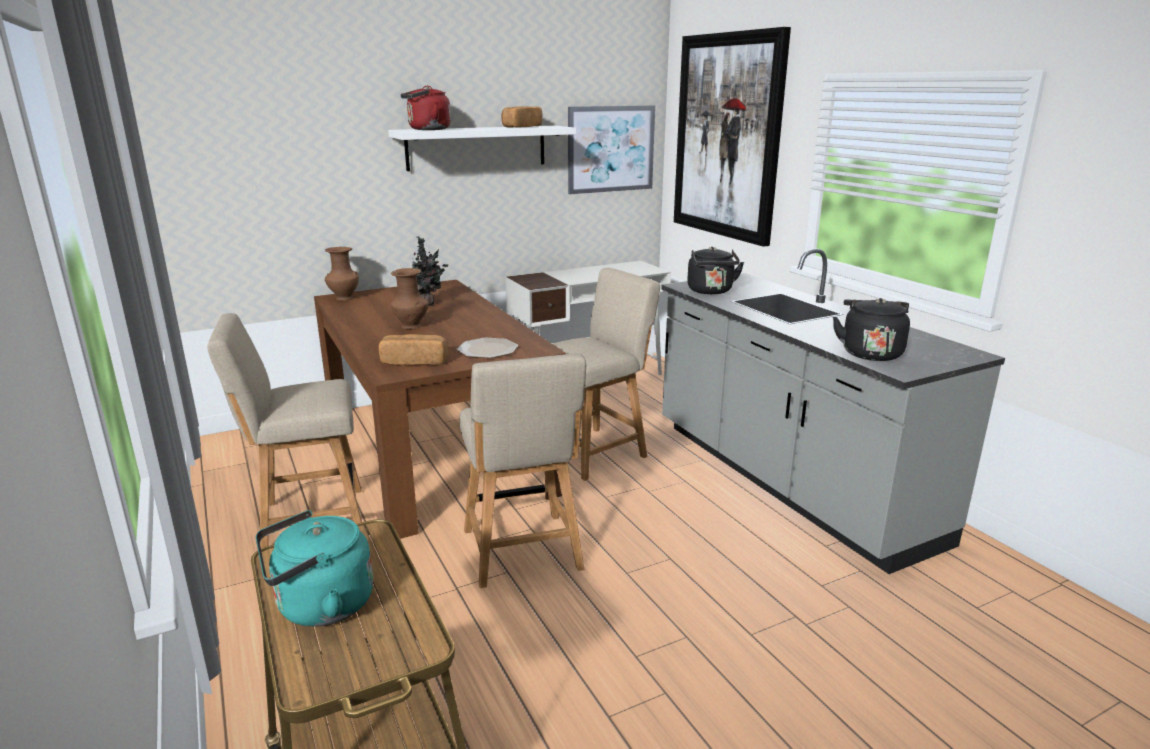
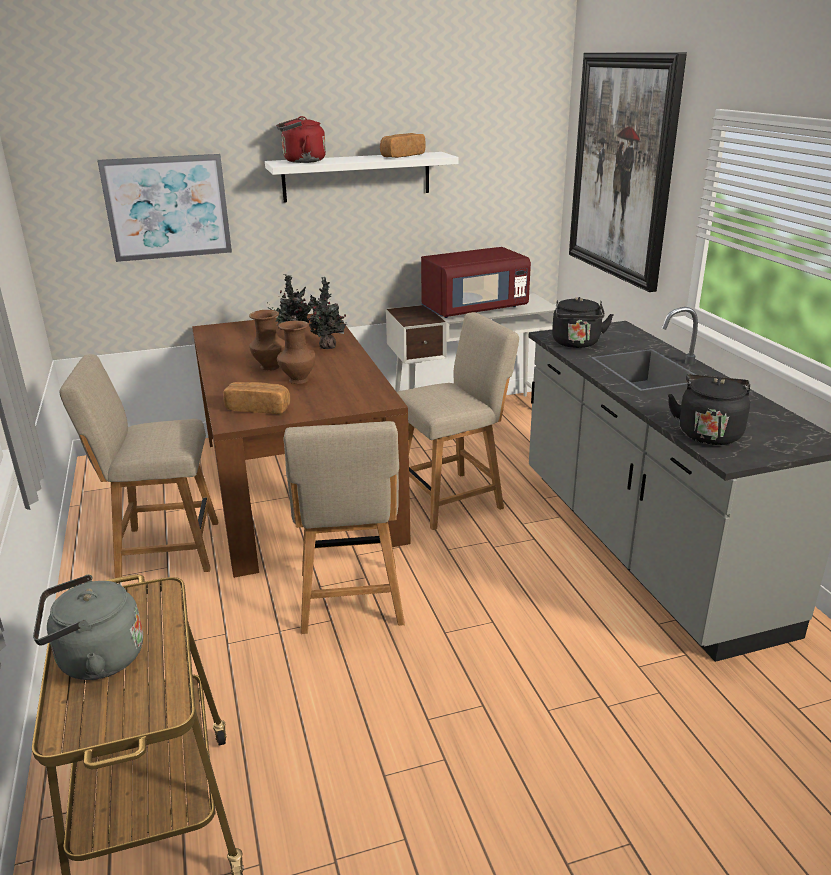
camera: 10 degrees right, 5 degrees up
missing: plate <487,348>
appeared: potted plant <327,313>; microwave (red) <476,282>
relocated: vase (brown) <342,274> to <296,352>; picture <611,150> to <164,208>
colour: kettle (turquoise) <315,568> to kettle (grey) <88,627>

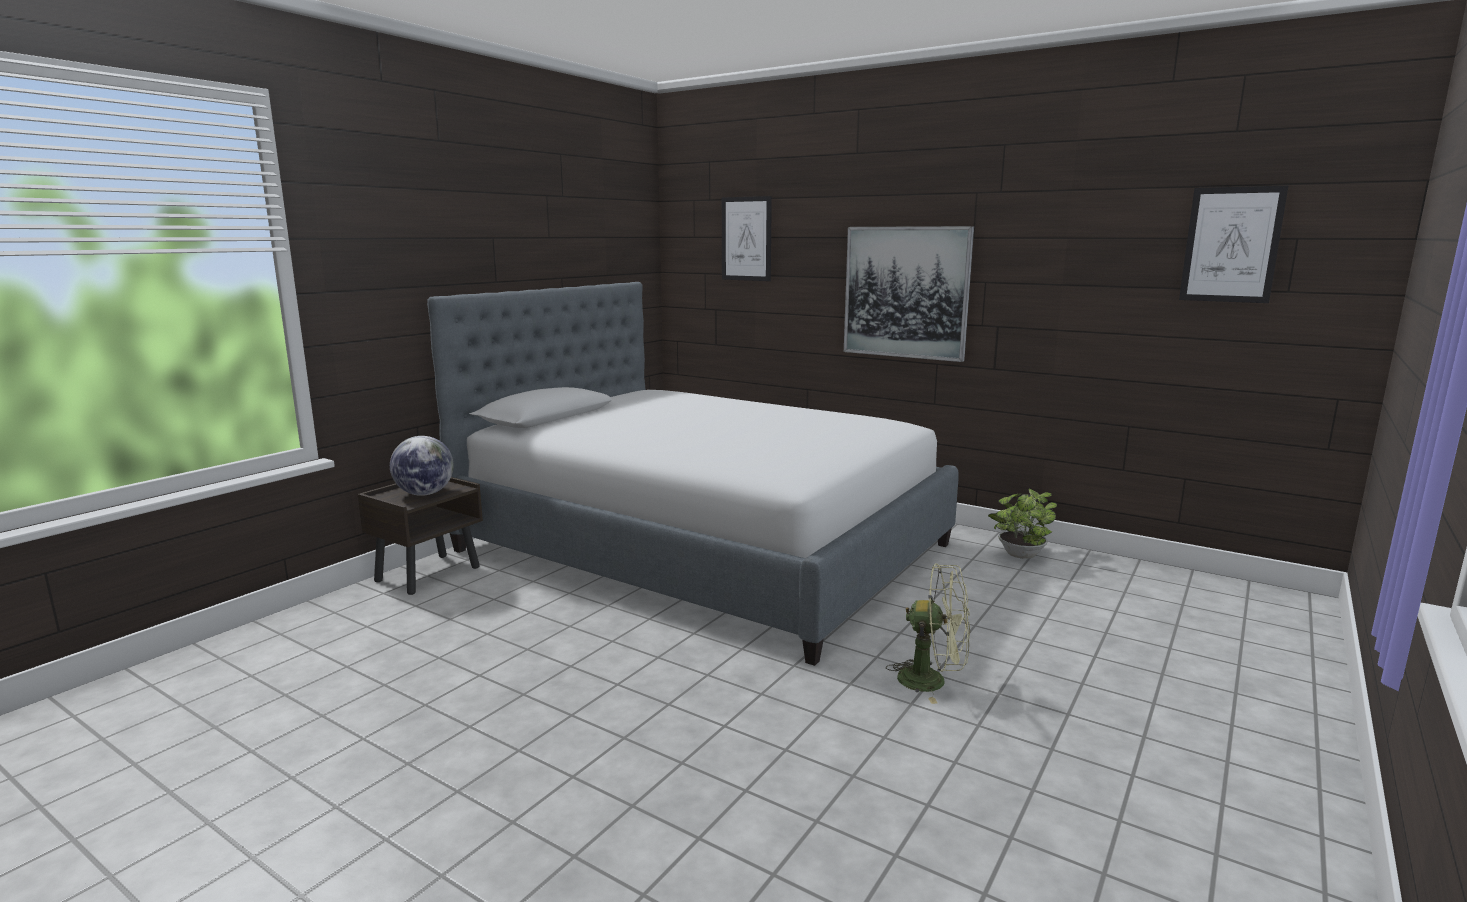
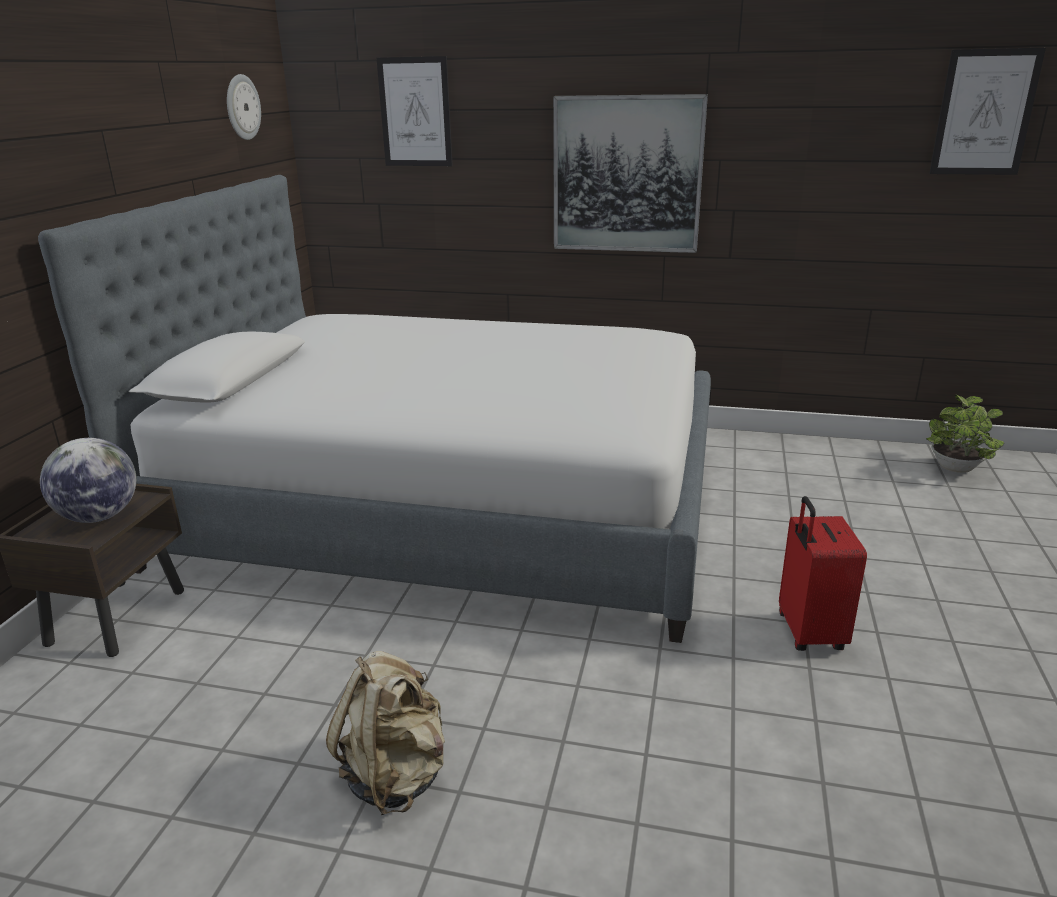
camera: 20 degrees left, 10 degrees up
appeared: wall clock <244,107>; backpack (beige) <385,733>
relocated: potted plant <1022,524> to <965,433>
exchanged: fan (green) <928,633> to suitcase (red) <823,573>

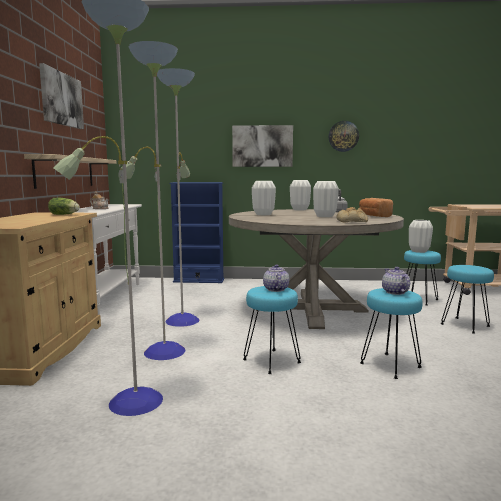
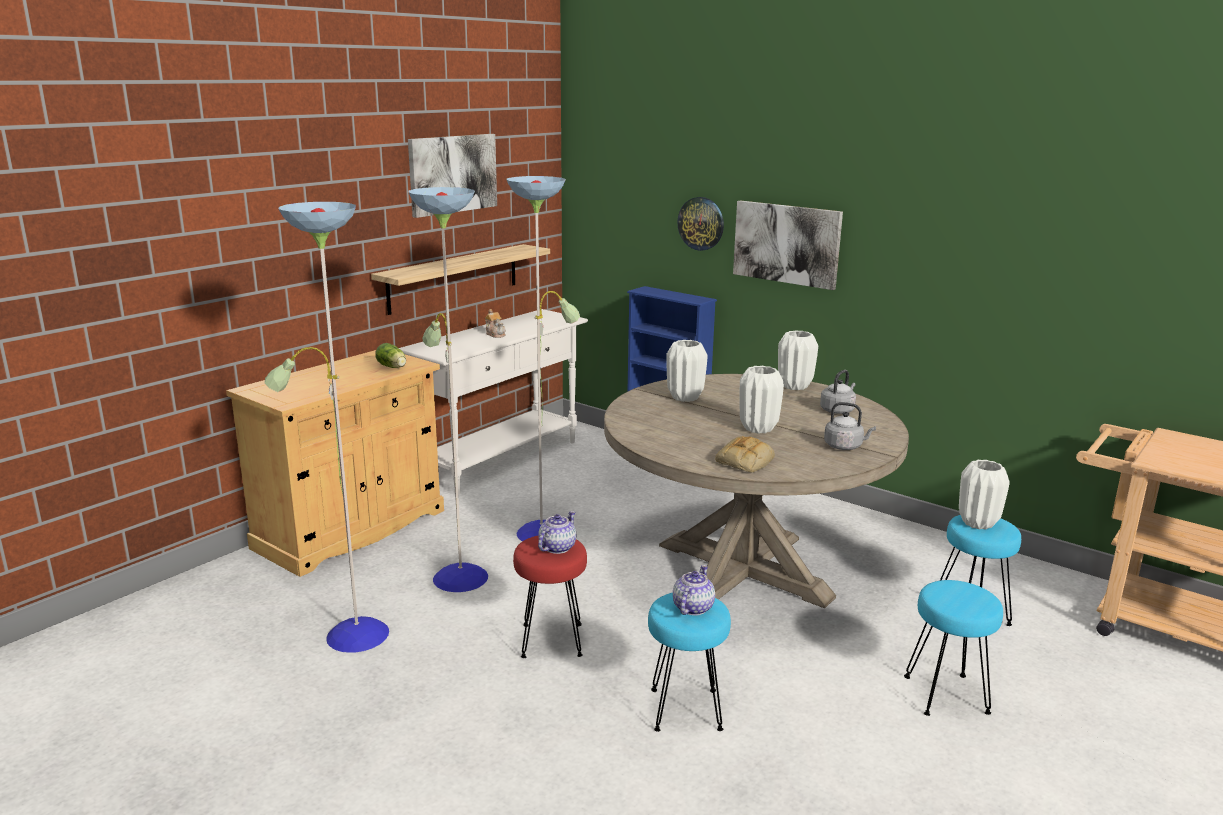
camera: 35 degrees right, 10 degrees up
relocated: wall clock <344,136> to <700,224>
exchanged: bread <376,207> to kettle (grey) <850,426>
colour: stool (turquoise) <272,330> to stool (red) <550,597>

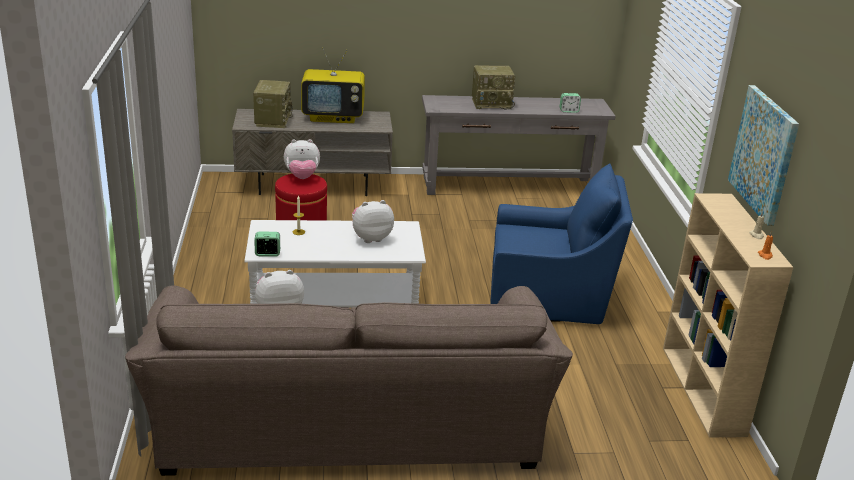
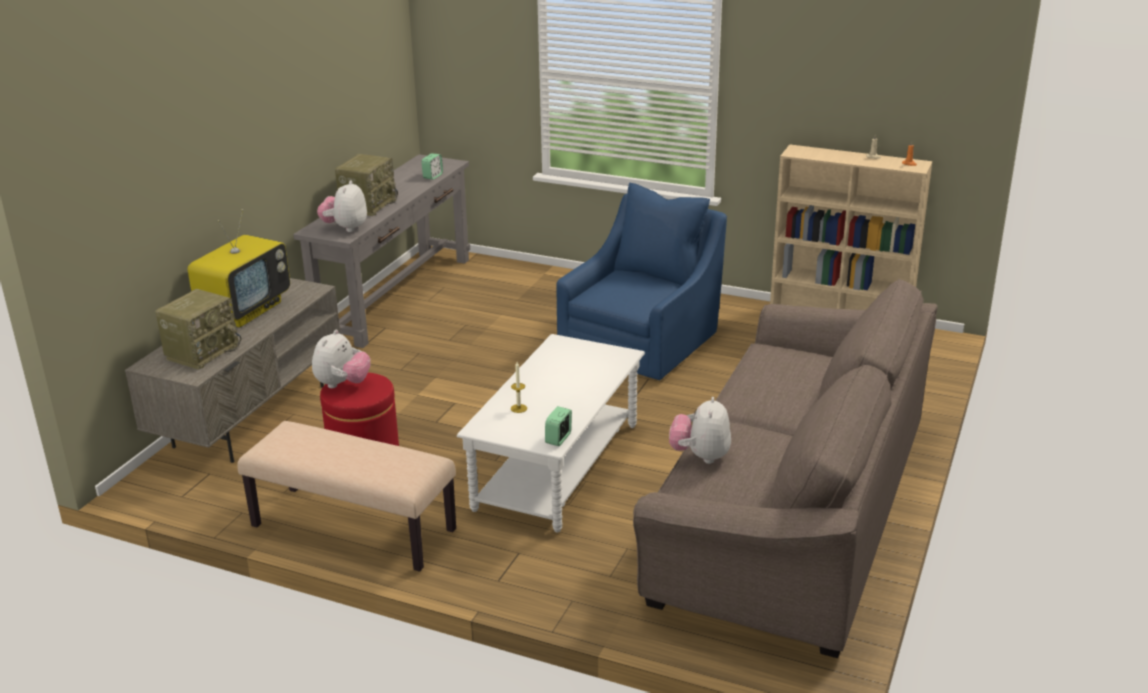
camera: 60 degrees left, 0 degrees up
missing: picture <763,155>
appeared: bench (beige) <346,496>
relocated: plush toy <373,221> to <342,206>
spun: radio <273,104> = <198,329> 90 degrees clockwise

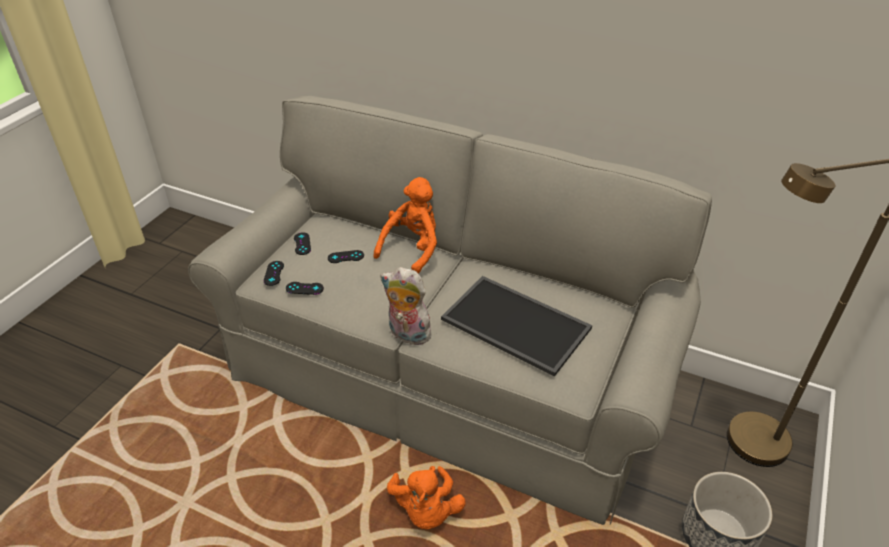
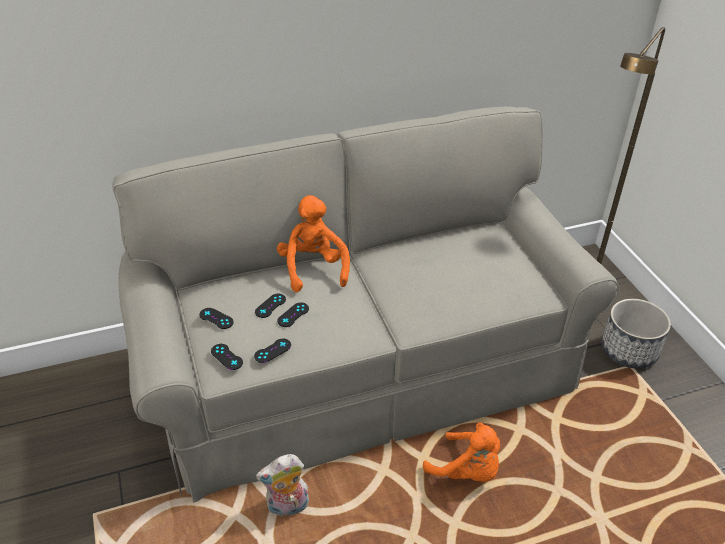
camera: 45 degrees left, 0 degrees up
missing: tray <516,326>
appeared: game controller (black) <293,315>
relocated: plush toy <405,306> to <282,485>

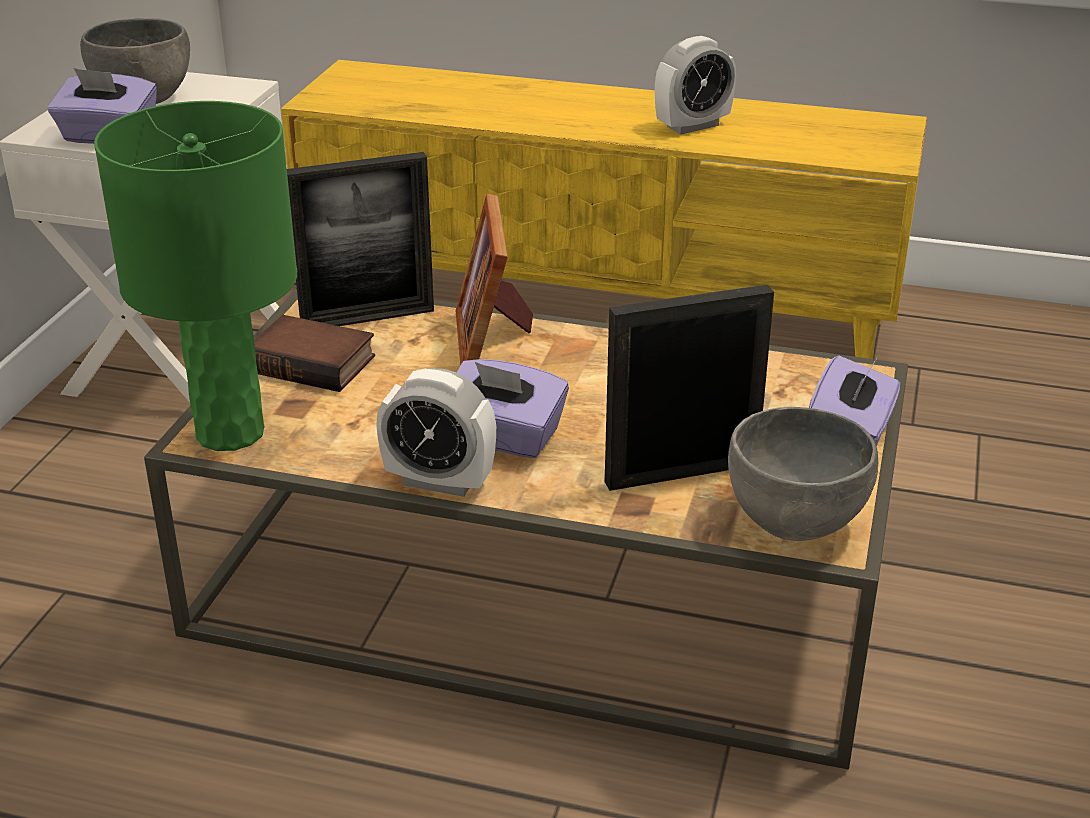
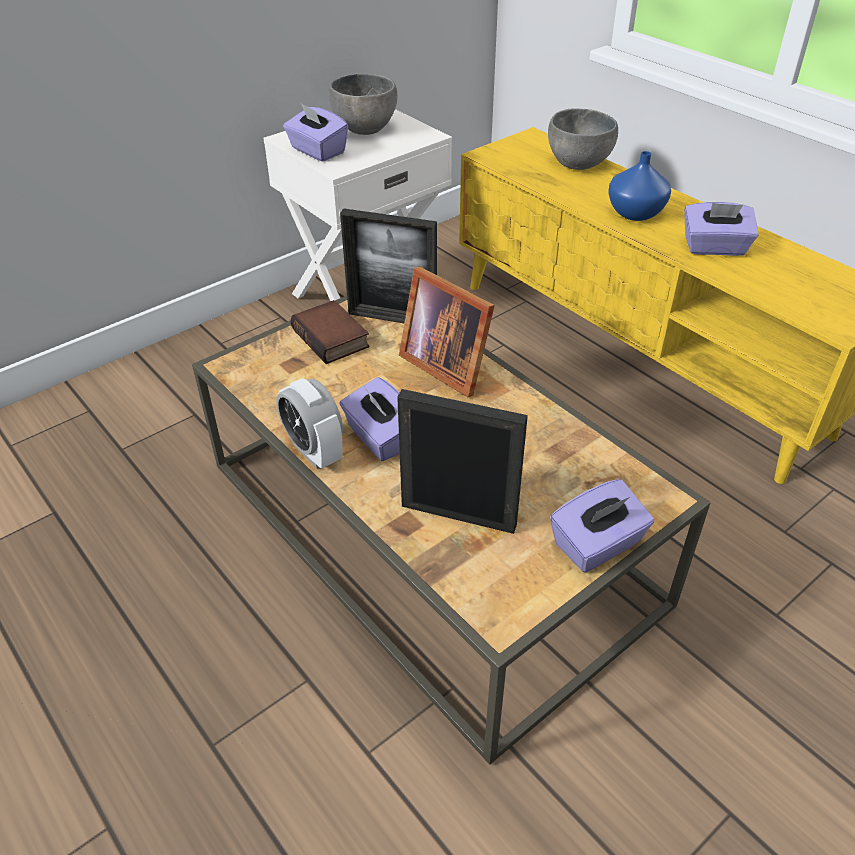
camera: 35 degrees right, 10 degrees up
missing: table lamp (green) <195,276>
appeared: vase (blue) <639,186>
relocated: bowl (grey) <803,474> to <583,139>
exchanged: alarm clock <695,85> to tissue box (purple) <721,229>
spun: picture frame <494,280> = <447,332> 75 degrees counterclockwise

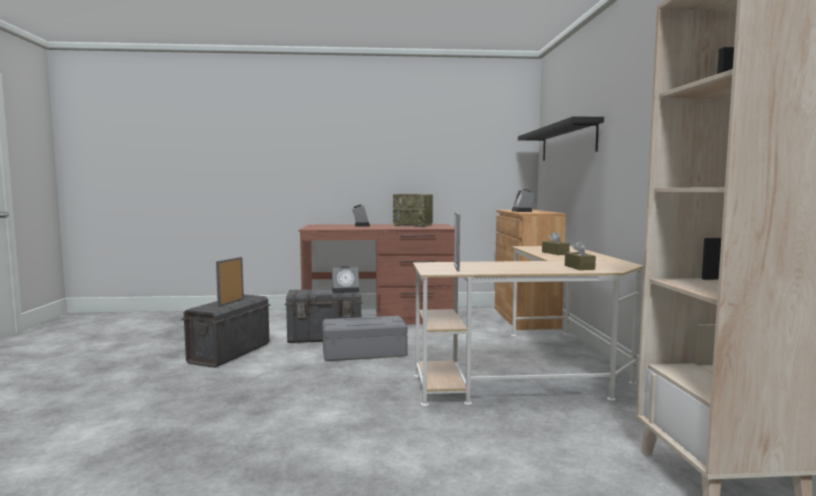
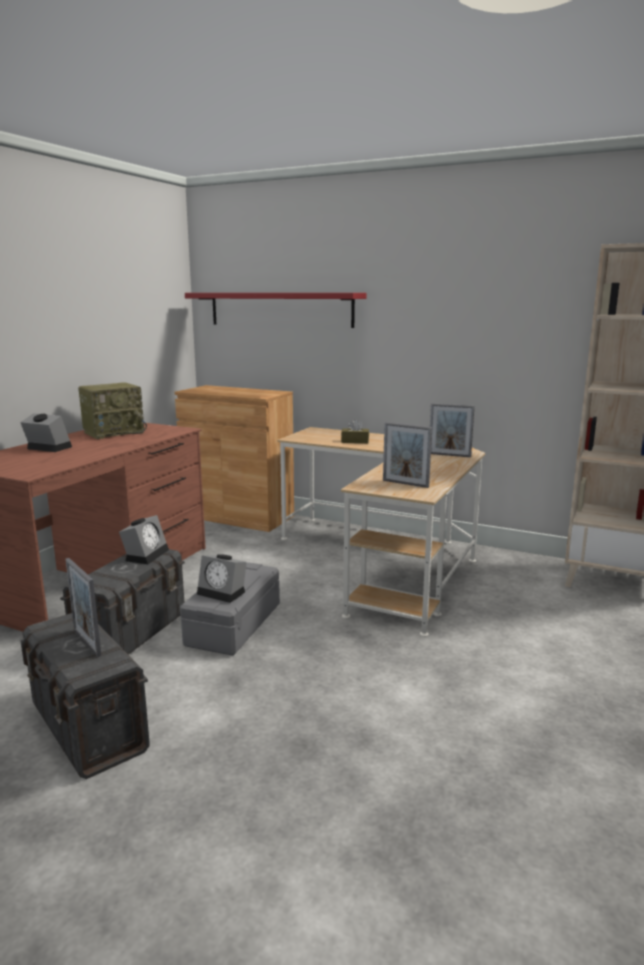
camera: 60 degrees left, 10 degrees up
relocated: alarm clock <523,200> to <222,578>
exchanged: tissue box (brown) <580,255> to picture frame <452,430>
colour: shelf (black) <561,138> to shelf (red) <276,310>

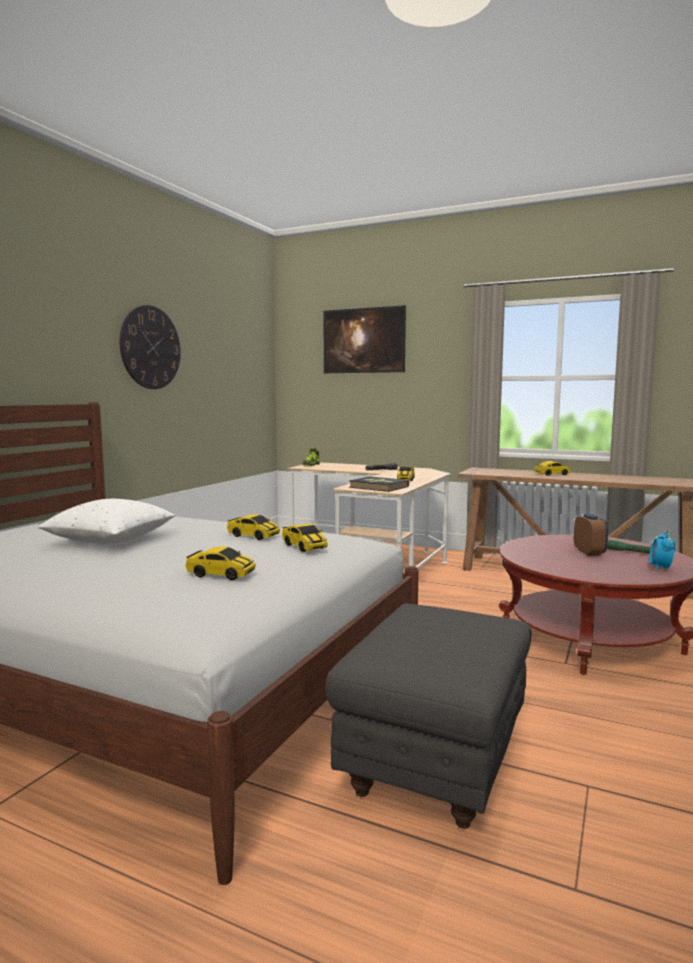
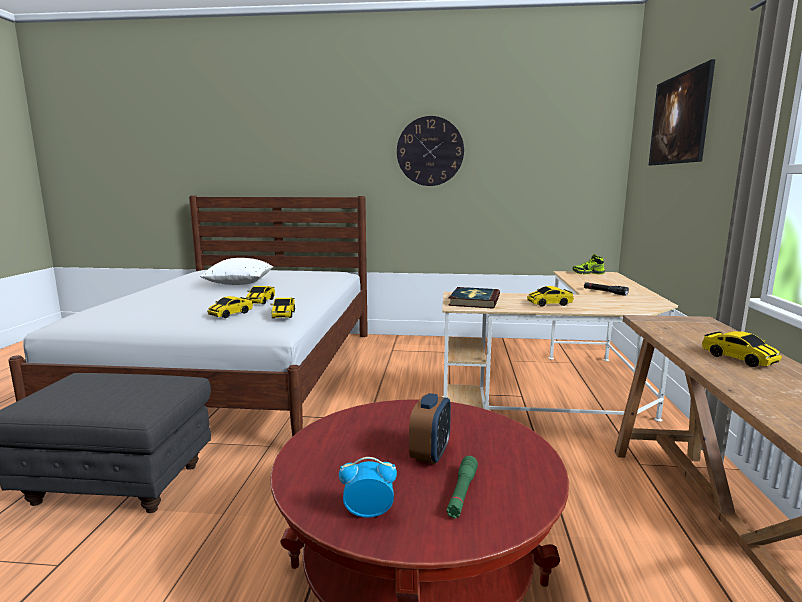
camera: 70 degrees right, 5 degrees up
relocated: toy car <220,563> to <282,308>
spun: alarm clock <591,535> = <430,428> 45 degrees counterclockwise

